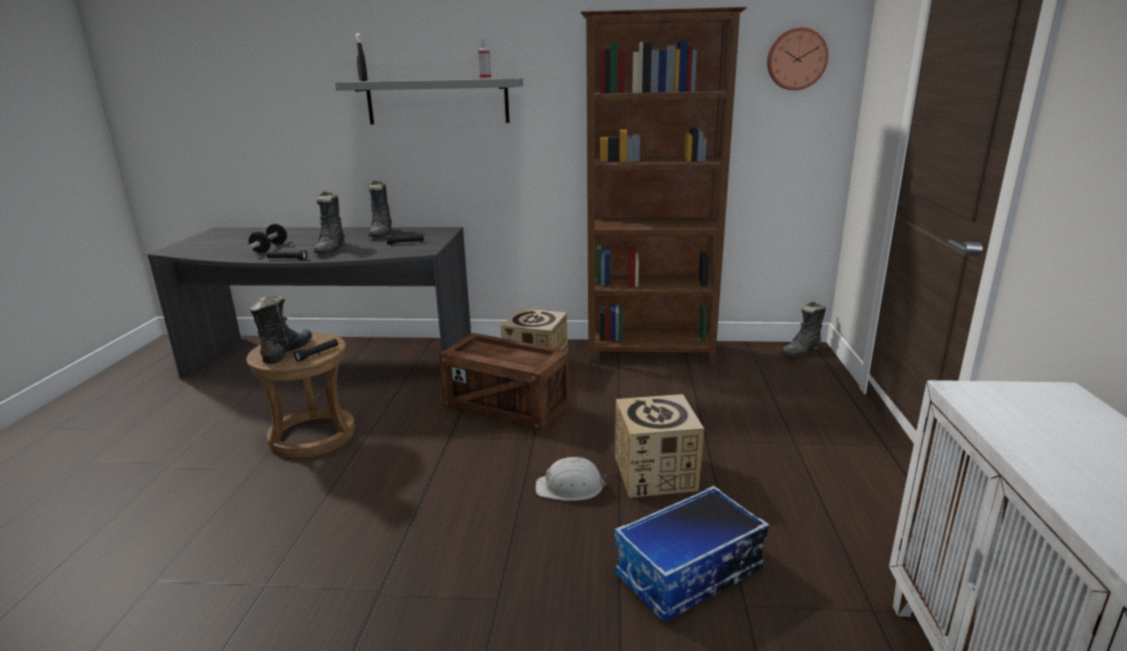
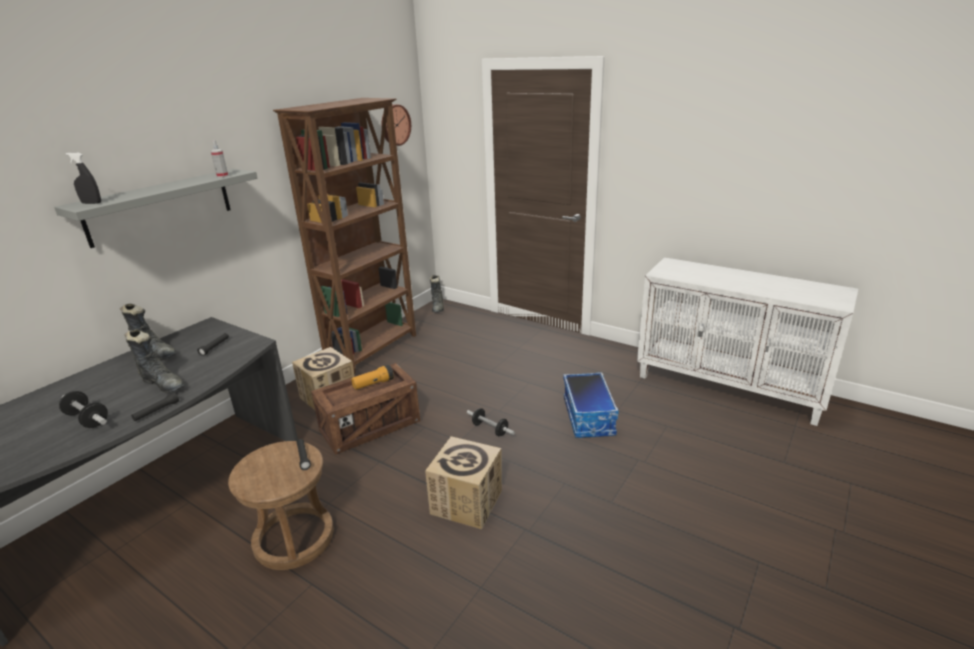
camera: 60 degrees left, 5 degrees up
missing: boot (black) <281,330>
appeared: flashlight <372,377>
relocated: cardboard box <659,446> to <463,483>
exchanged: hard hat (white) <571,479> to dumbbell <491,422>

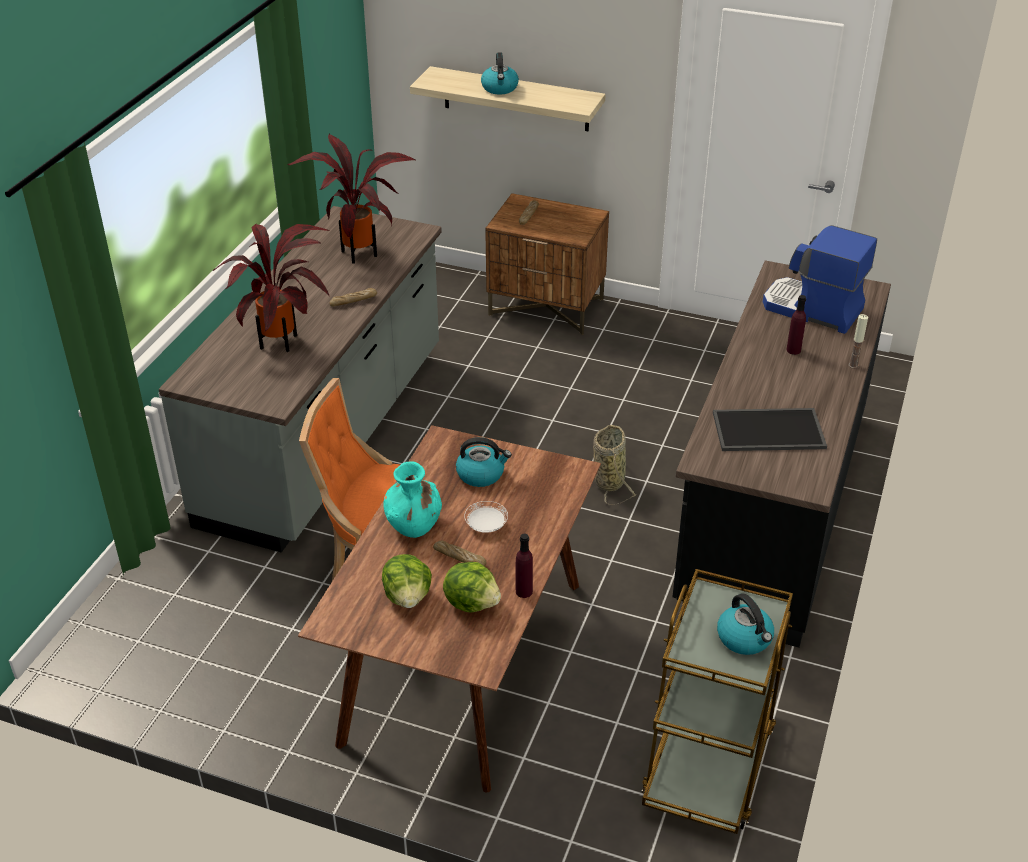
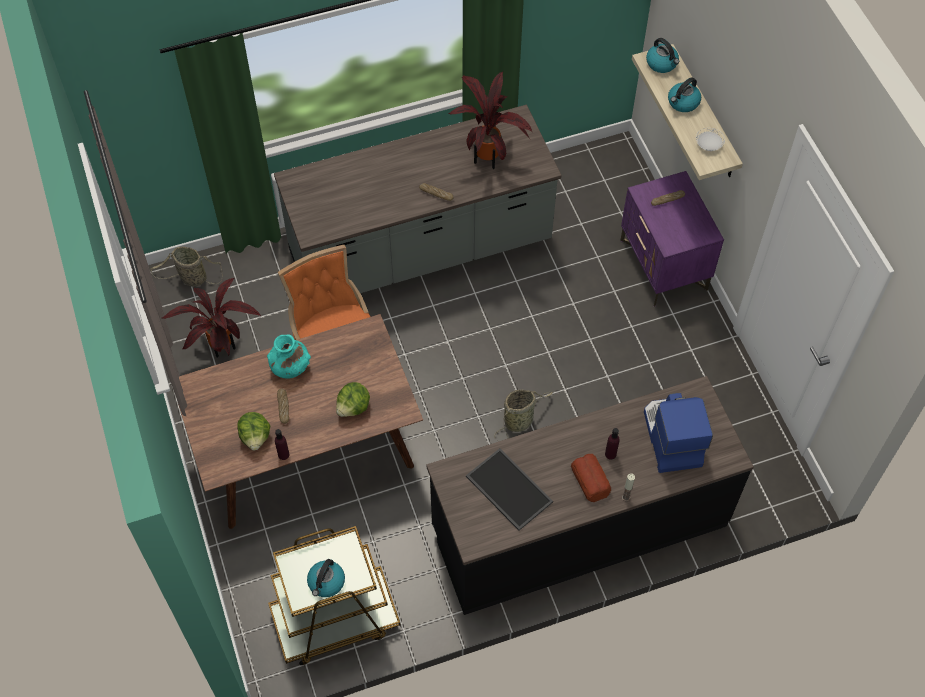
camera: 50 degrees right, 20 degrees up
appeared: basket <186,267>; bread <591,478>
relocated: potted plant <271,288> to <211,318>; lettuce <407,581> to <353,399>; kettle <484,462> to <662,55>; plate (white) <486,517> to <710,139>
colour: nightstand (brown) <547,264> to nightstand (purple) <672,239>

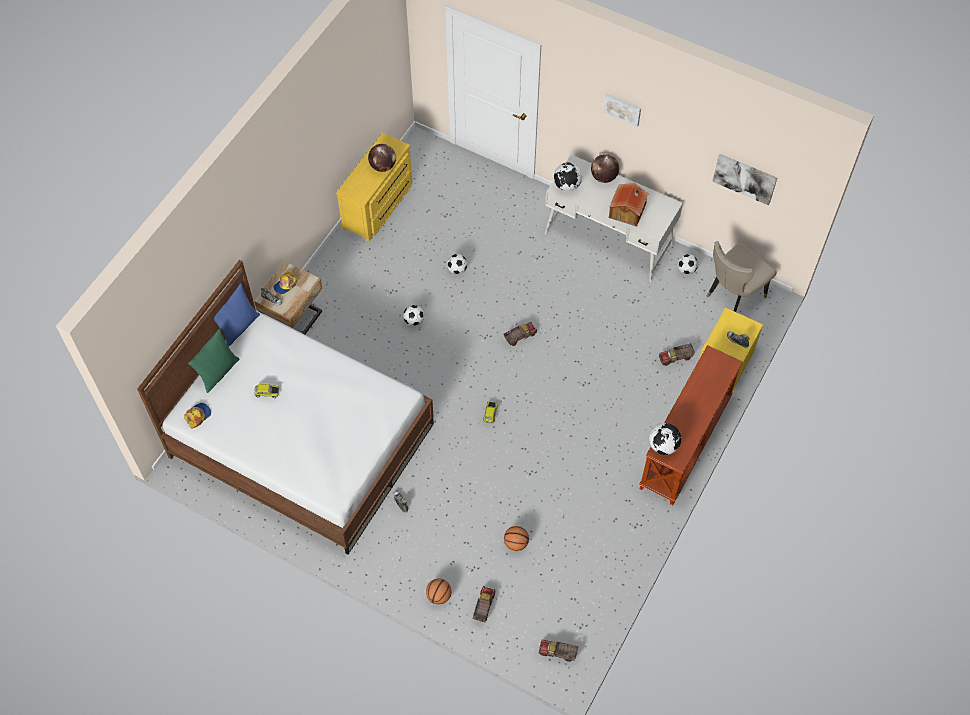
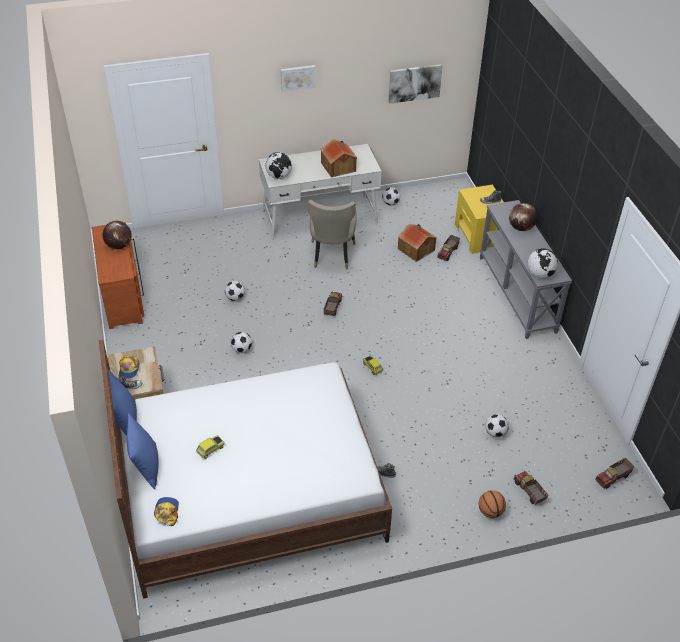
camera: 45 degrees left, 15 degrees down
appeared: toy house <417,243>
relocated: globe <605,168> to <523,217>; chair (beige) <741,276> to <332,234>
exchanged: basketball <516,538> to football <497,426>
colour: pillow (green) <213,360> to pillow (blue) <143,451>; dresser (yellow) <374,187> to dresser (brown) <118,275>; console table (brown) <691,425> to console table (grey) <526,269>

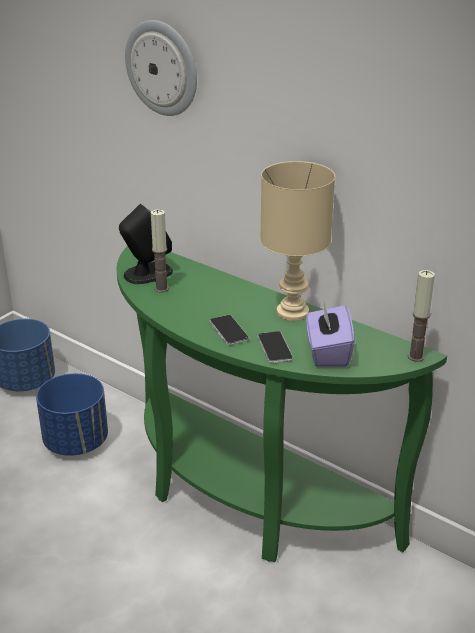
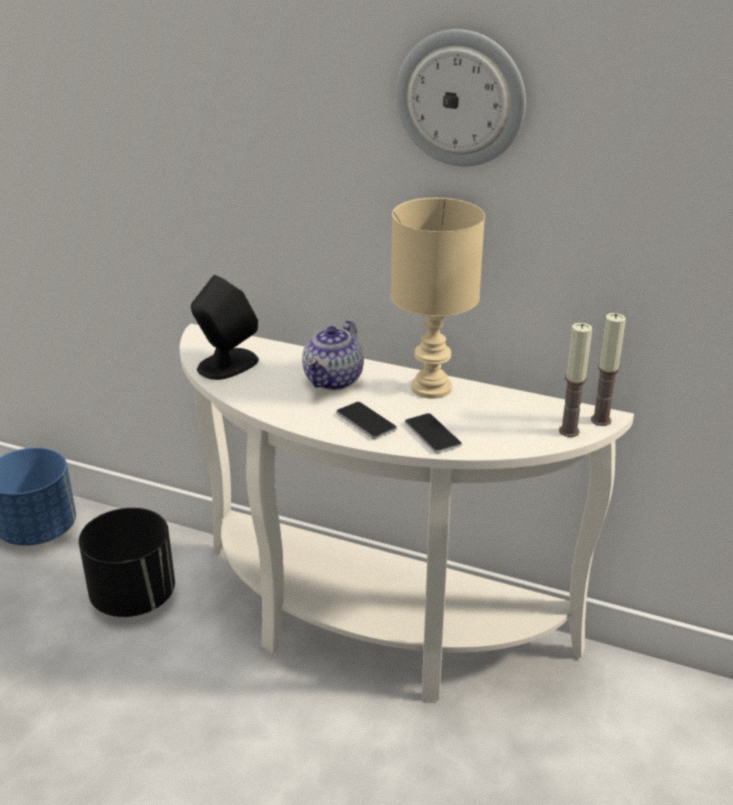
camera: 15 degrees left, 0 degrees up
missing: tissue box (purple) <330,334>
appeared: teapot <333,355>
relocated: wall clock <161,68> to <461,98>; candle <160,251> to <575,380>
colour: planter (blue) <72,414> to planter (black) <127,562>; console table (green) <281,404> to console table (white) <407,512>

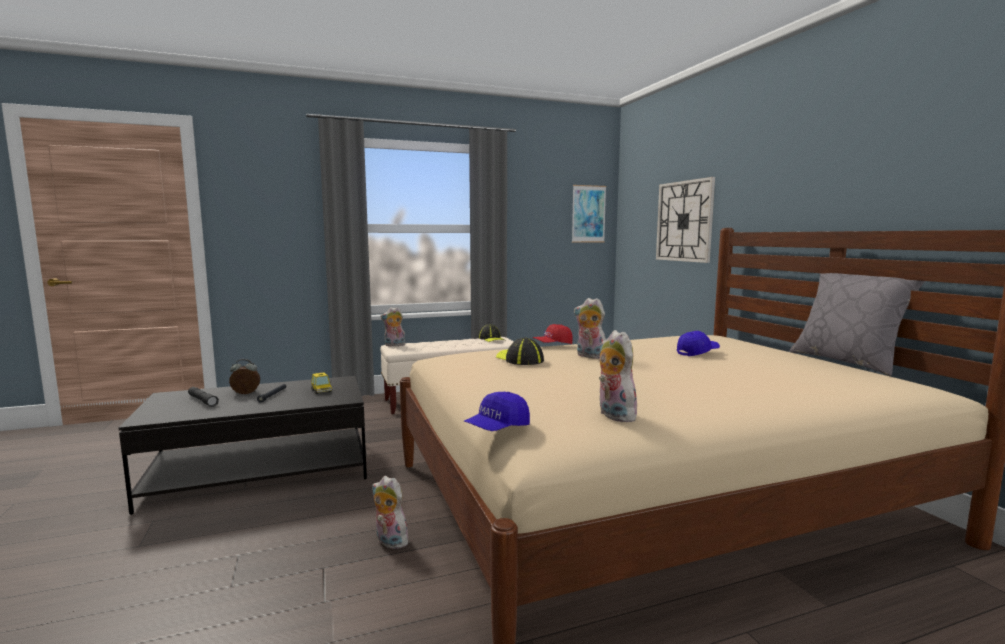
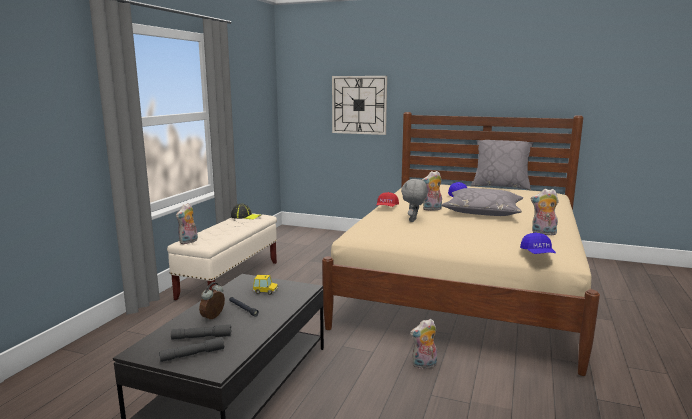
camera: 50 degrees left, 5 degrees up
missing: picture <589,214>
appeared: flashlight (grey) <191,349>; pillow (grey) <482,202>
exchanged: cap <520,351> to plush toy (grey) <414,200>

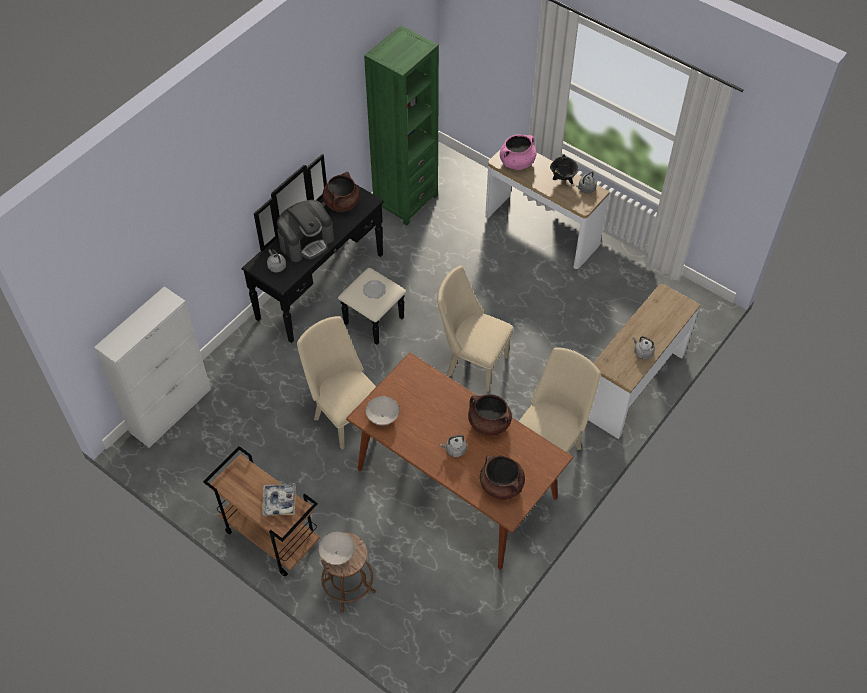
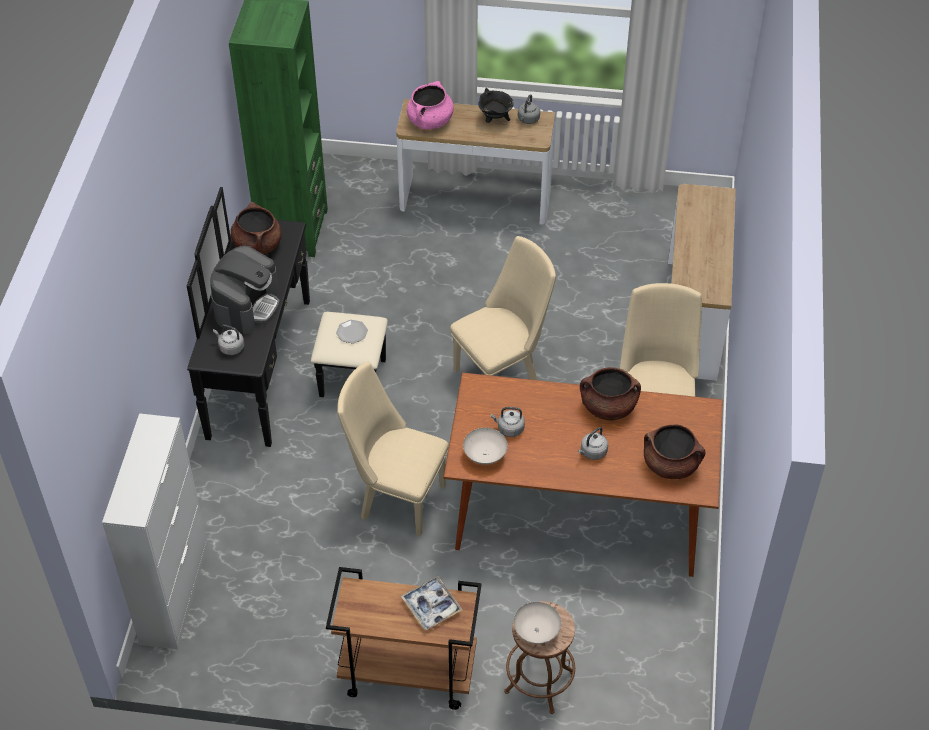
camera: 30 degrees left, 5 degrees down
relocated: kettle (grey) <644,347> to <508,422>
spun: chair (beige) <475,328> = <503,308> 150 degrees clockwise

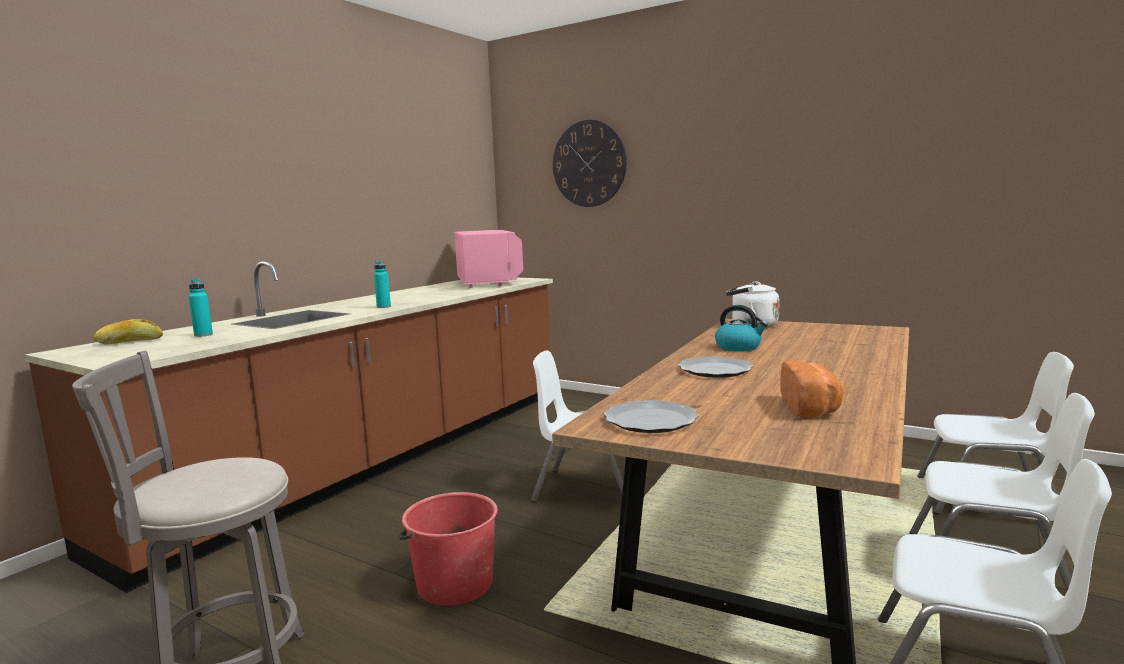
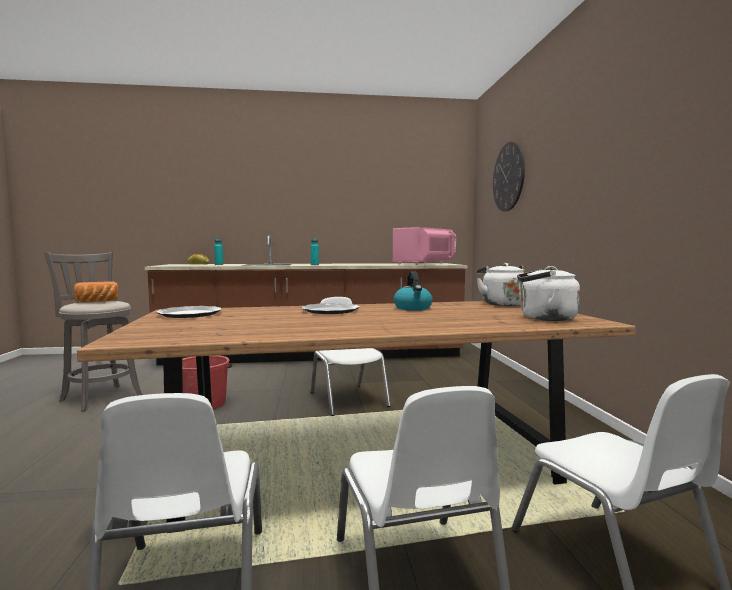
camera: 50 degrees right, 5 degrees down
appeared: kettle (white) <548,293>
relocated: bread <812,388> to <96,292>

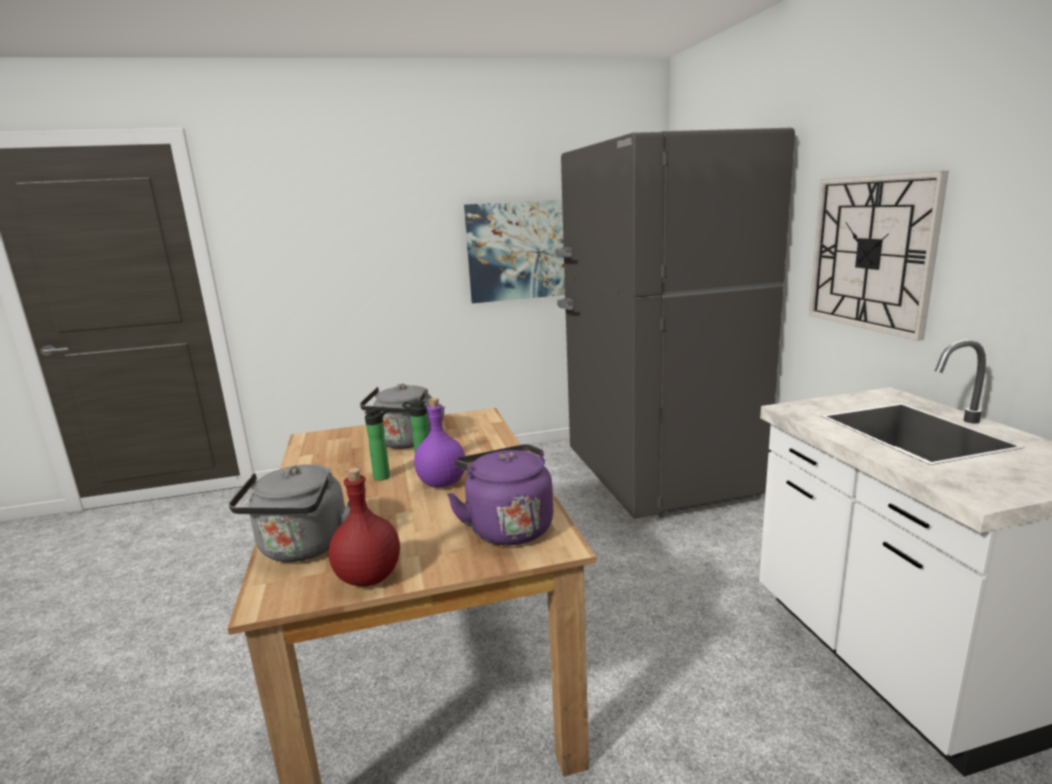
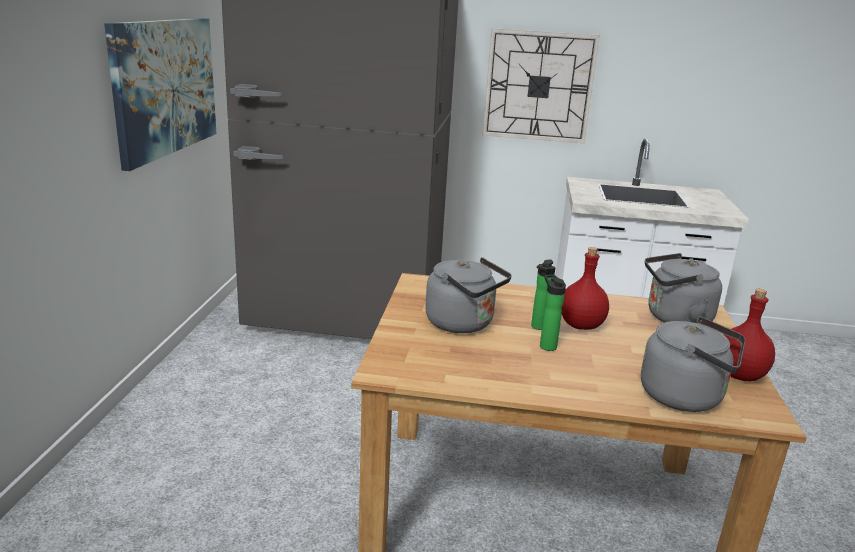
camera: 70 degrees left, 5 degrees up
colour: bottle (purple) <439,443> to bottle (red) <585,288>; kettle (purple) <500,494> to kettle (grey) <683,288>

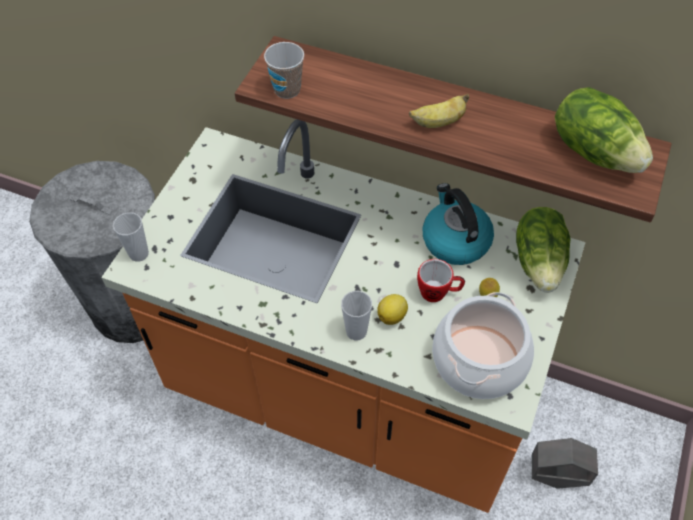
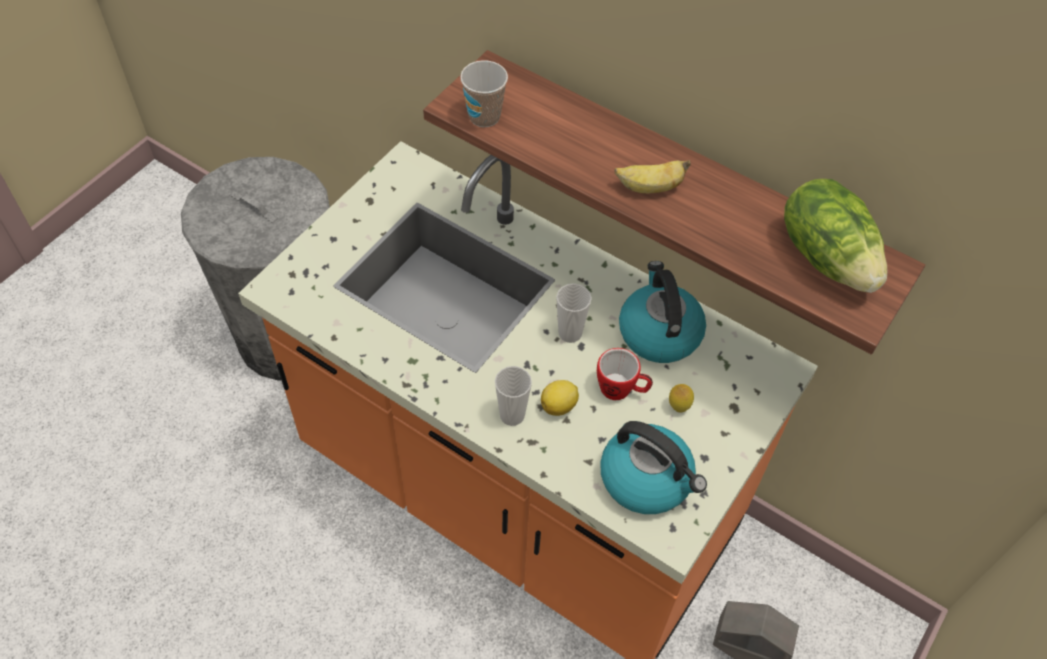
camera: 10 degrees right, 0 degrees up
missing: lettuce <543,250>
relocated: cup <131,237> to <574,313>
exchanged: cooking pot <483,345> to kettle <653,467>

